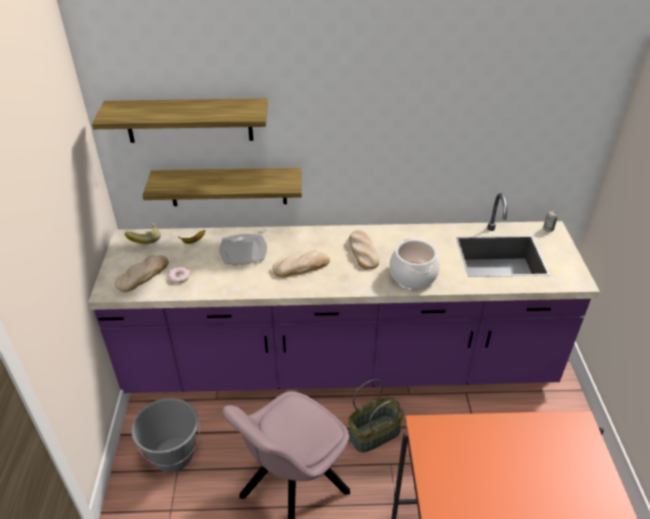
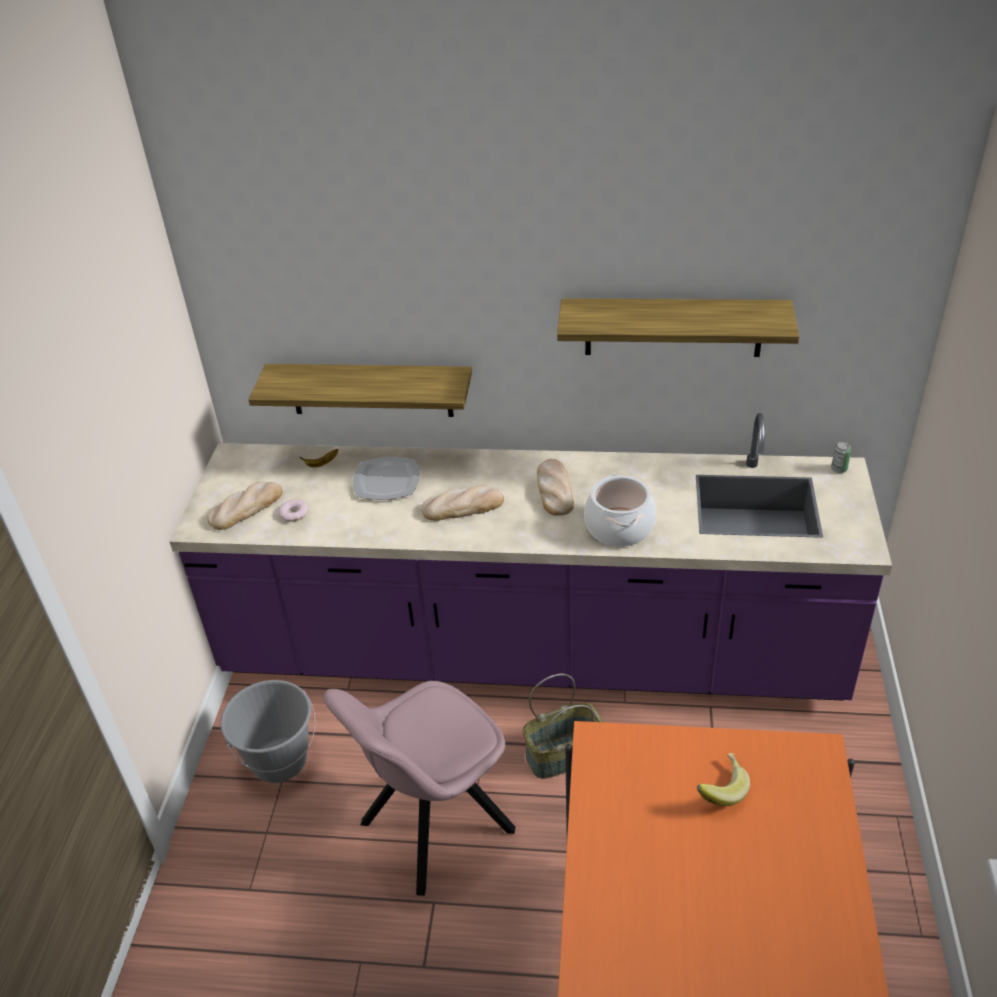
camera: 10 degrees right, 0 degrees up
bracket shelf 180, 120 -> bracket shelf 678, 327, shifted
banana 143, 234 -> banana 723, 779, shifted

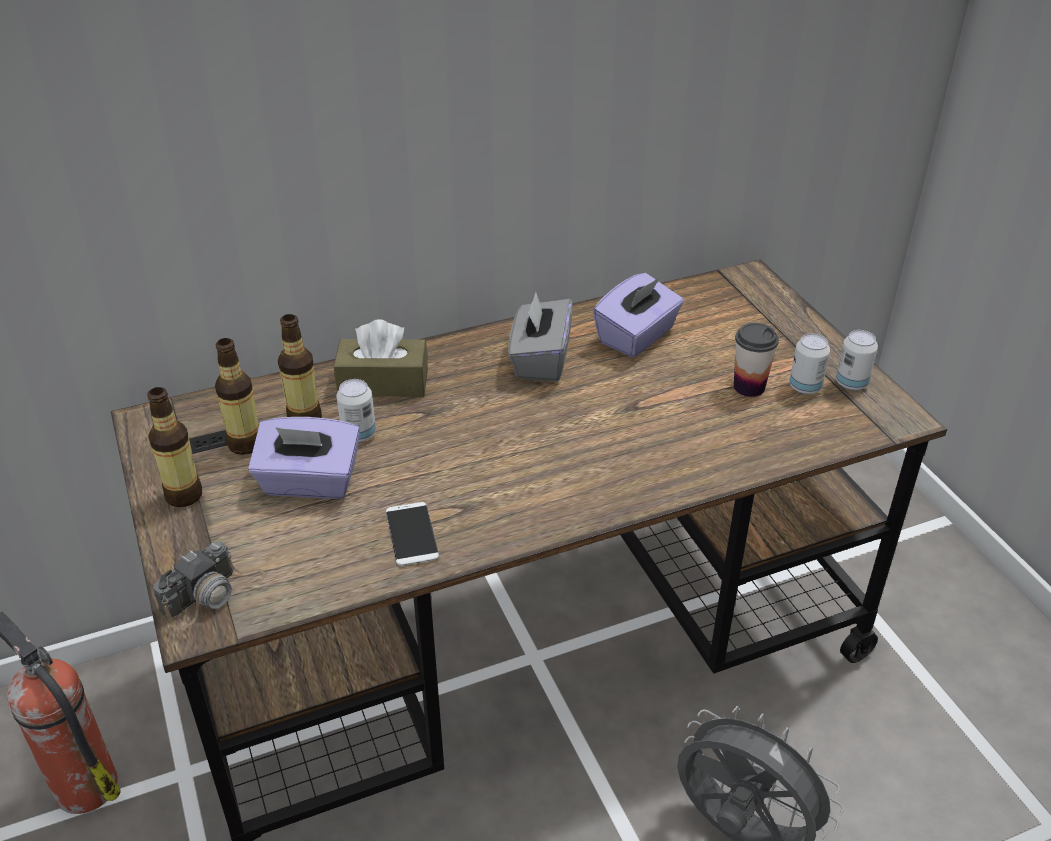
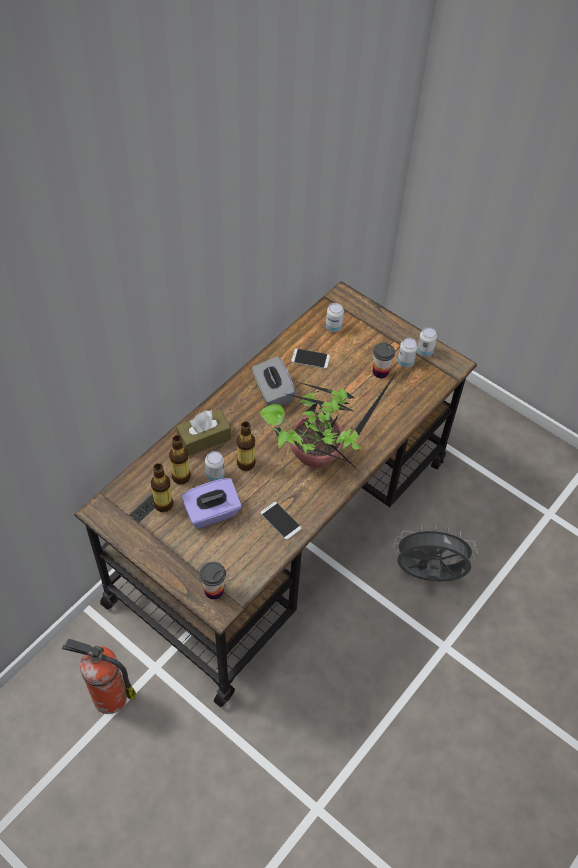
camera: 30 degrees left, 15 degrees up
purple-coloured tissue holder 638, 315 -> handset 310, 358
drink bottle 174, 447 -> drink bottle 246, 446, shifted
photo camera 209, 585 -> cup 213, 581
none -> metal can 335, 317
none -> plant in a pot 329, 419

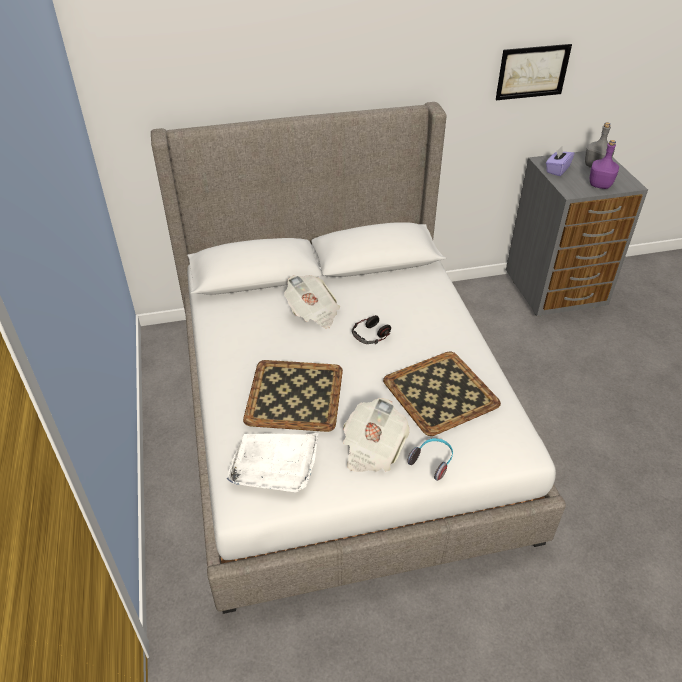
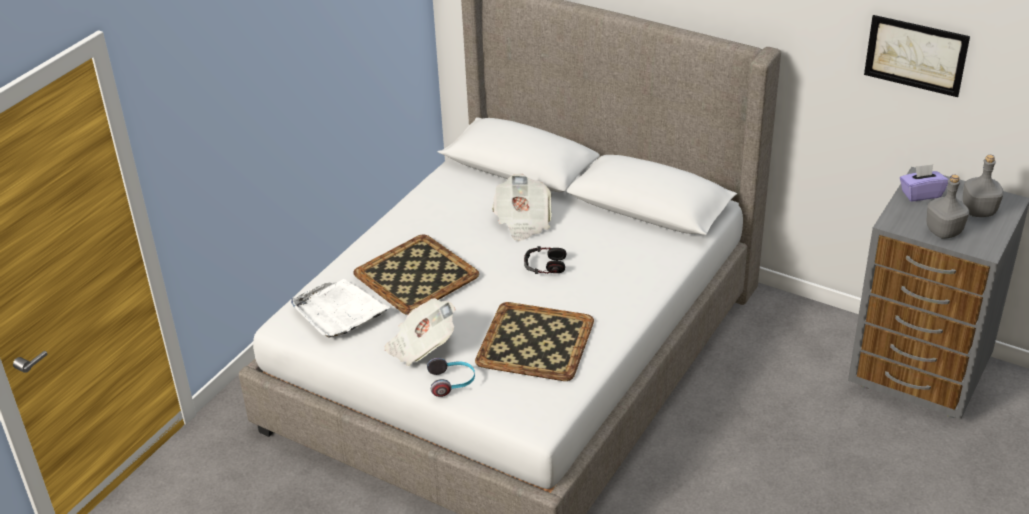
camera: 45 degrees right, 5 degrees down
purple-coloured drink bottle 604, 164 -> greyish drink bottle 948, 207

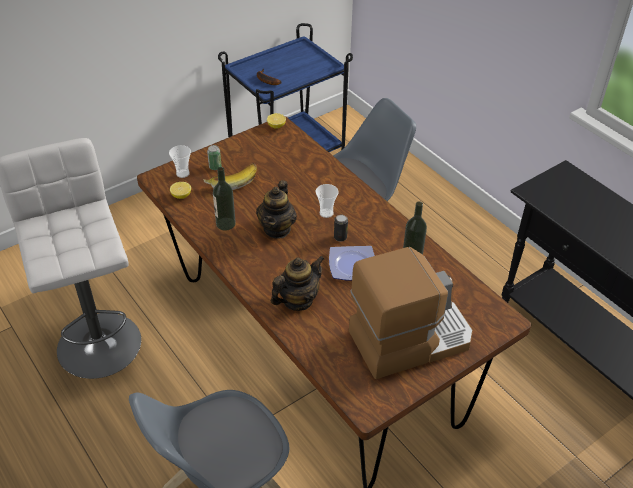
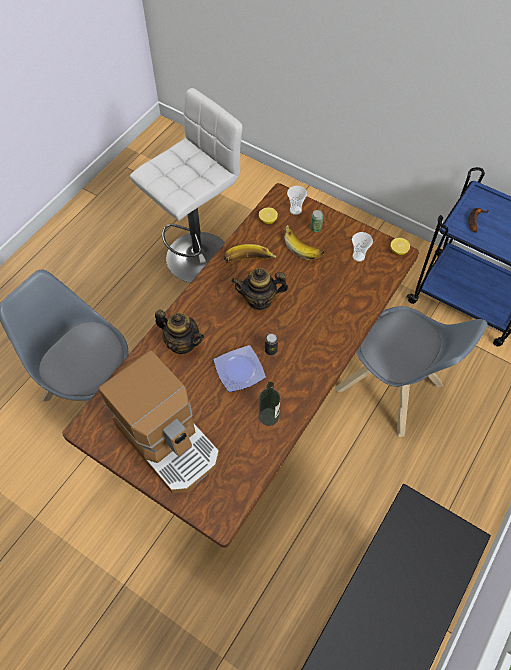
camera: 70 degrees right, 15 degrees up
drink bottle 224, 199 -> banana 250, 253
cup 327, 201 -> cup 362, 247, shifted

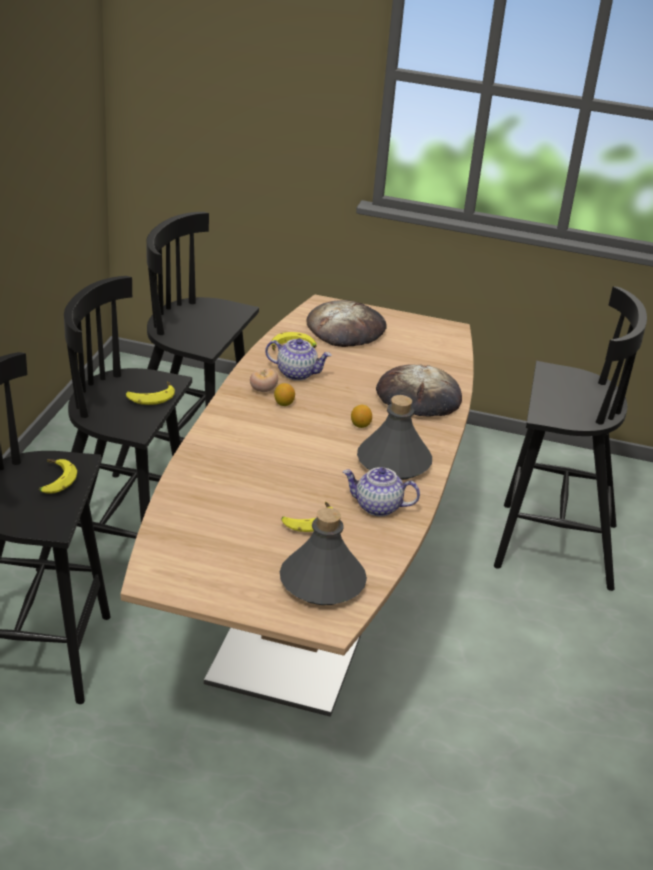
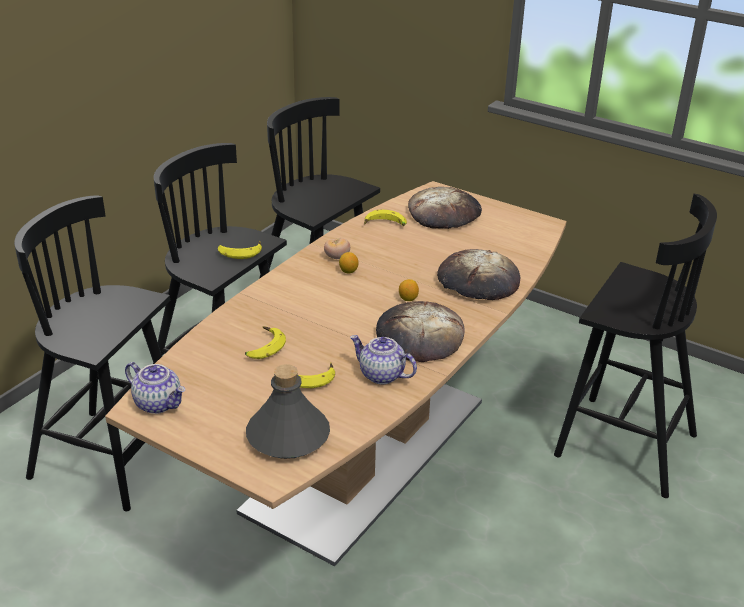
camera: 20 degrees right, 0 degrees up
tea pot 298, 359 -> tea pot 155, 388, shifted
greyish drink bottle 394, 437 -> bread 420, 331
banana 58, 476 -> banana 265, 342, shifted

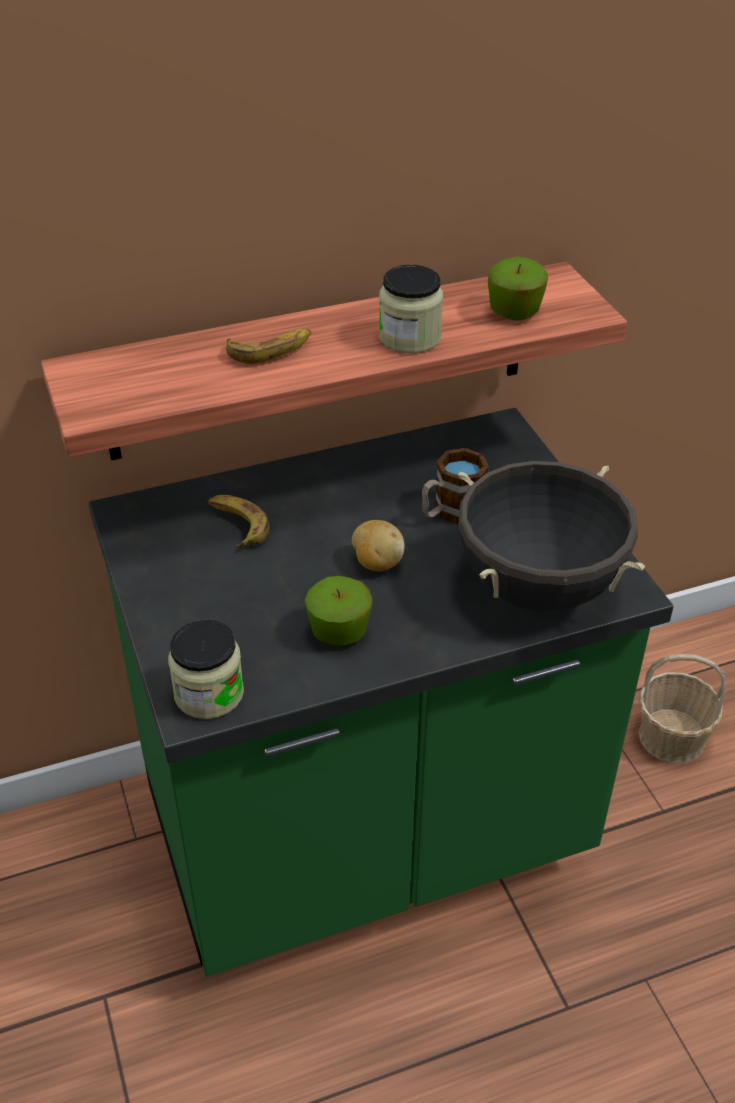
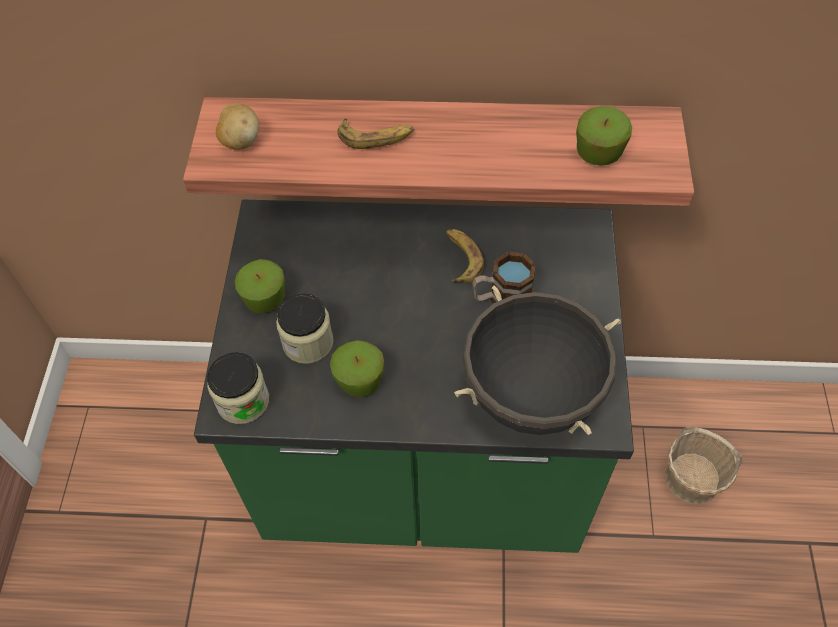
camera: 25 degrees right, 15 degrees up
storage jar 411, 309 -> storage jar 305, 328, shifted
banana 238, 521 -> banana 465, 256, shifted
spud 378, 545 -> spud 237, 126, shifted
none -> whole apple 260, 286

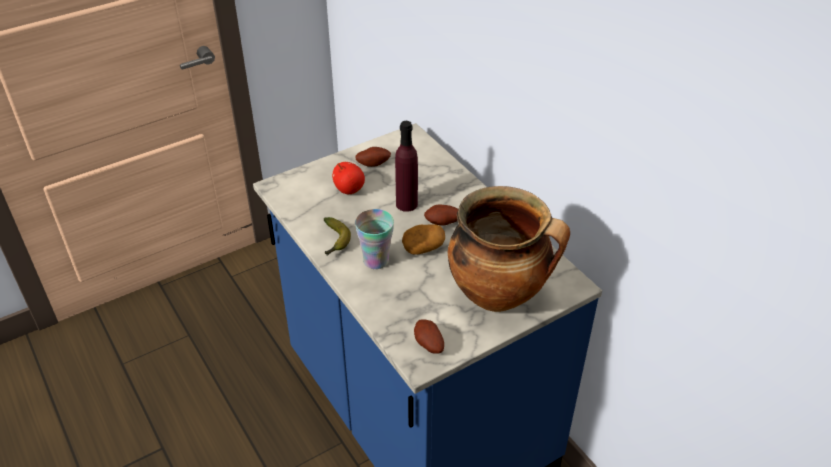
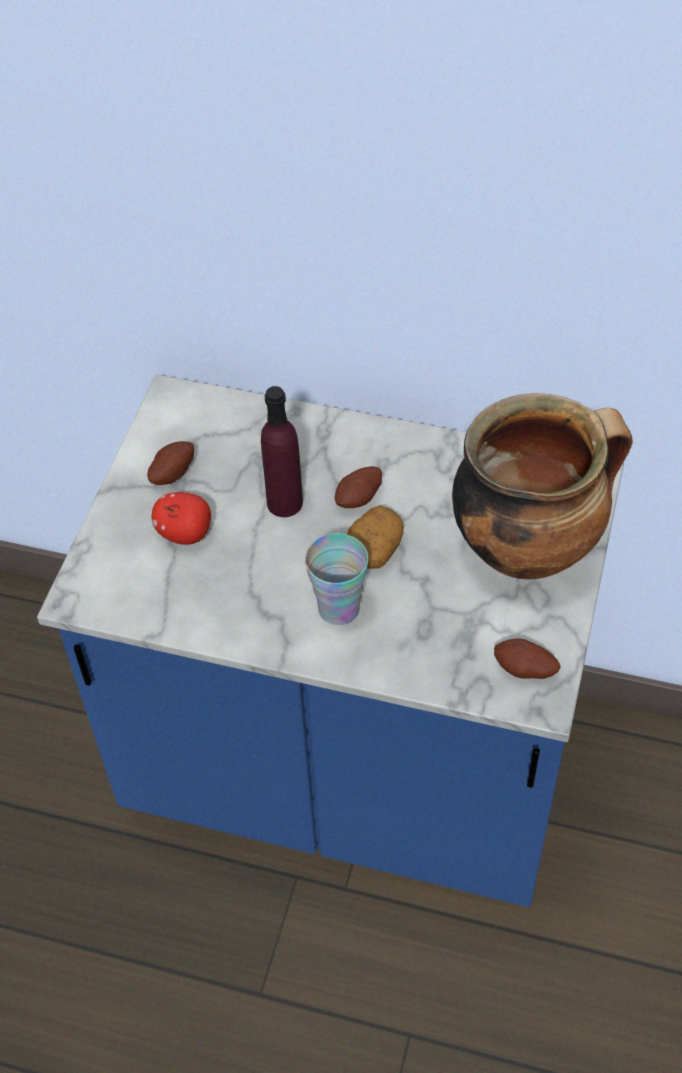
camera: 40 degrees left, 10 degrees up
banana 337, 236 -> none

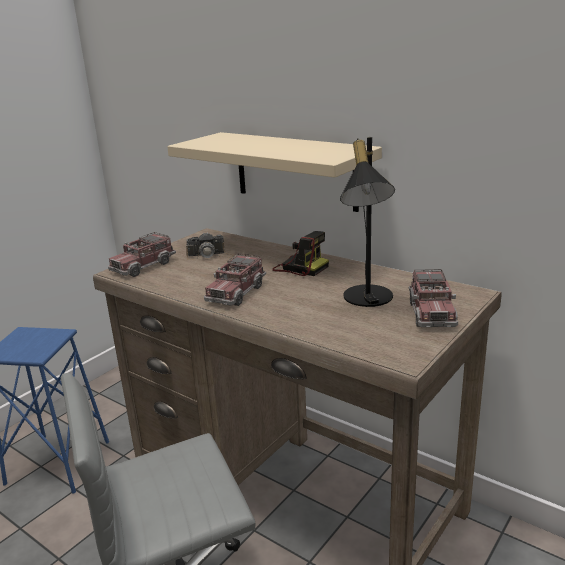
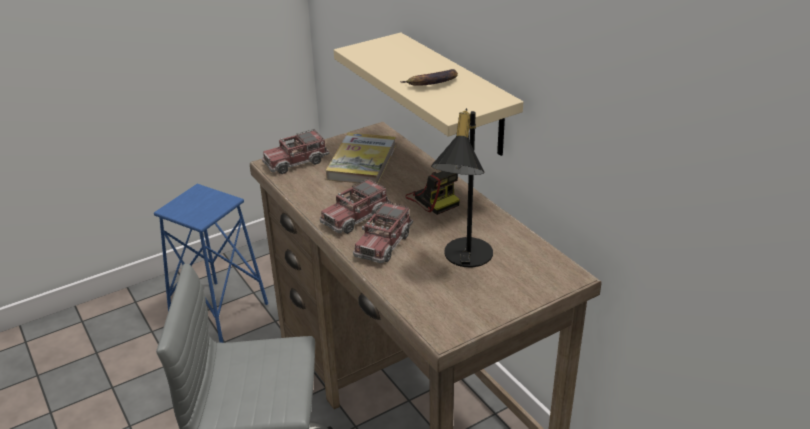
camera: 20 degrees right, 10 degrees up
photo camera 210, 246 -> volume 361, 158
model truck 433, 298 -> model truck 383, 232, shifted
none -> banana 429, 77

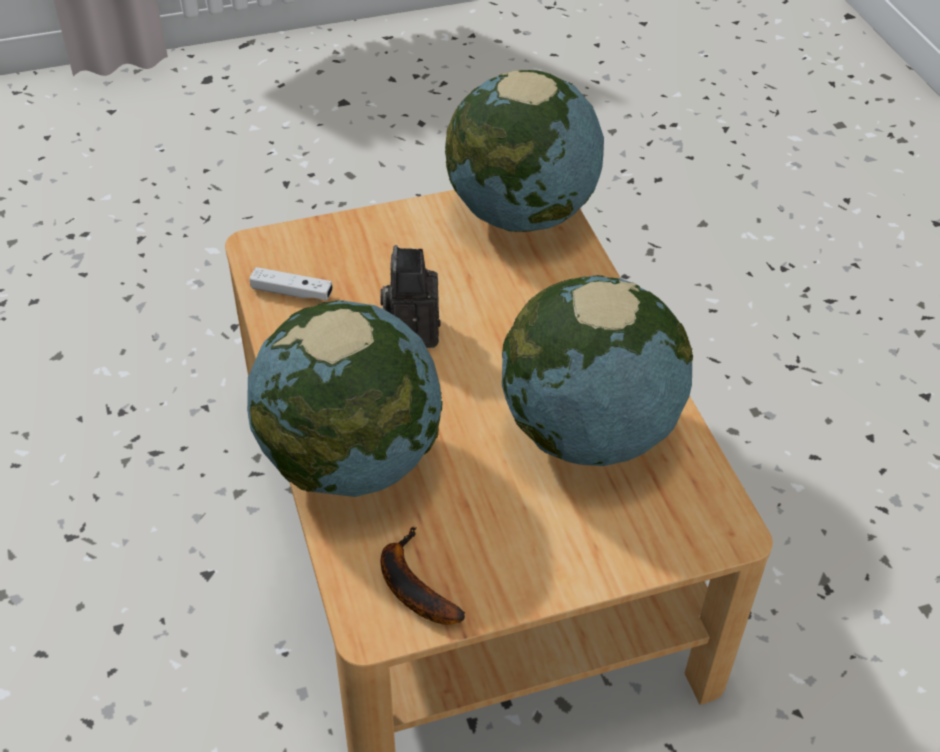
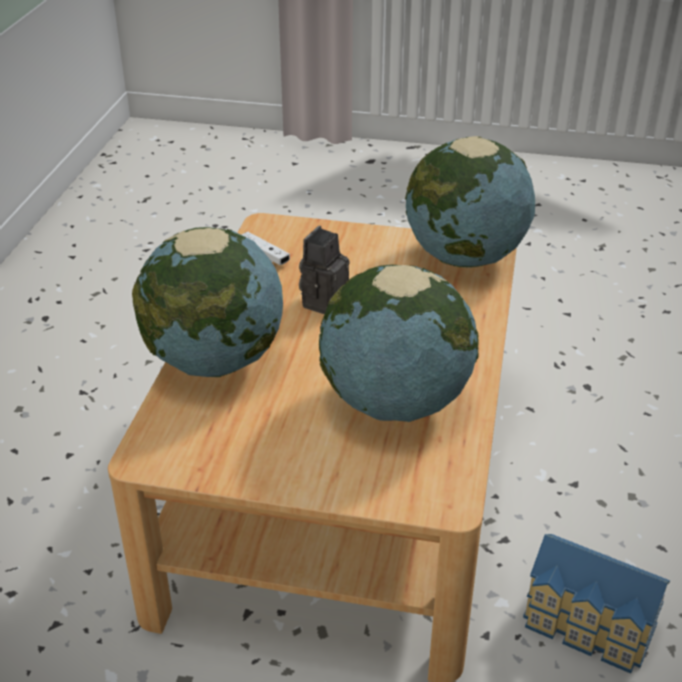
camera: 30 degrees right, 10 degrees down
banana 423, 575 -> none
none -> miniature house 596, 604

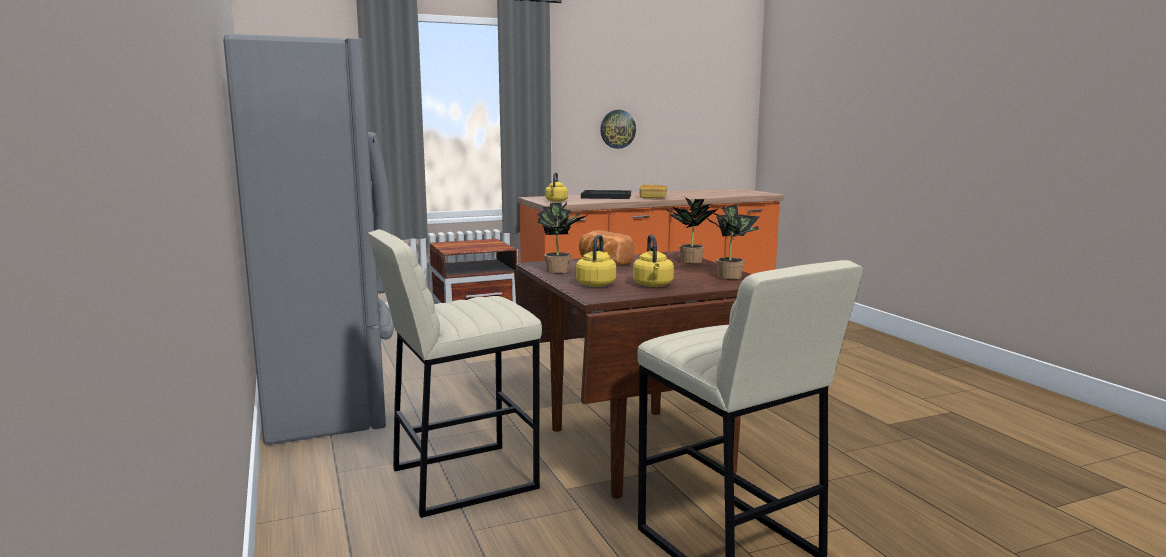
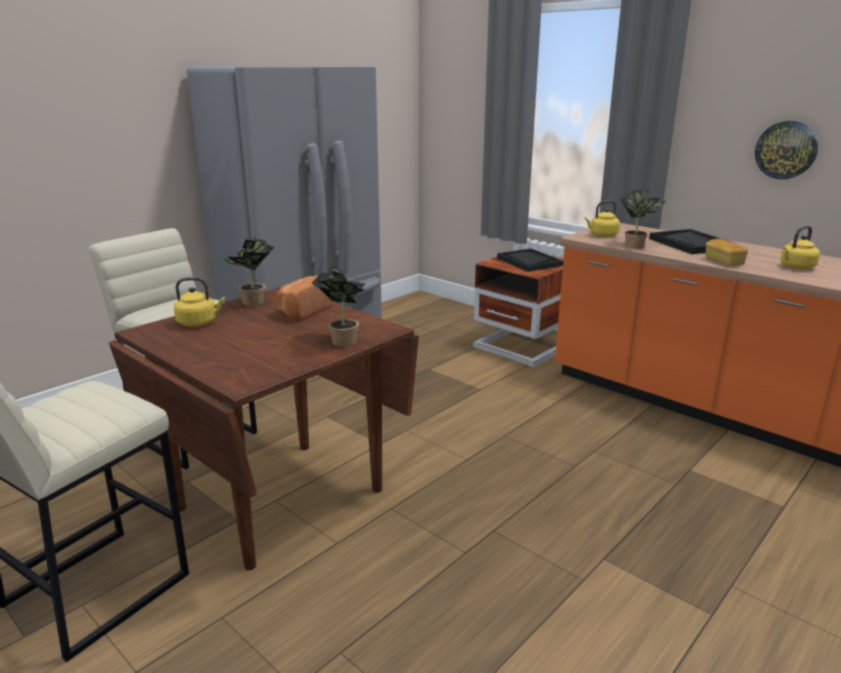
camera: 65 degrees right, 10 degrees up
plant in a pot 733, 241 -> plant in a pot 642, 219, shifted
yellowish water kettle 653, 260 -> yellowish water kettle 800, 247, shifted
none -> black-coloured serving tray 530, 260

